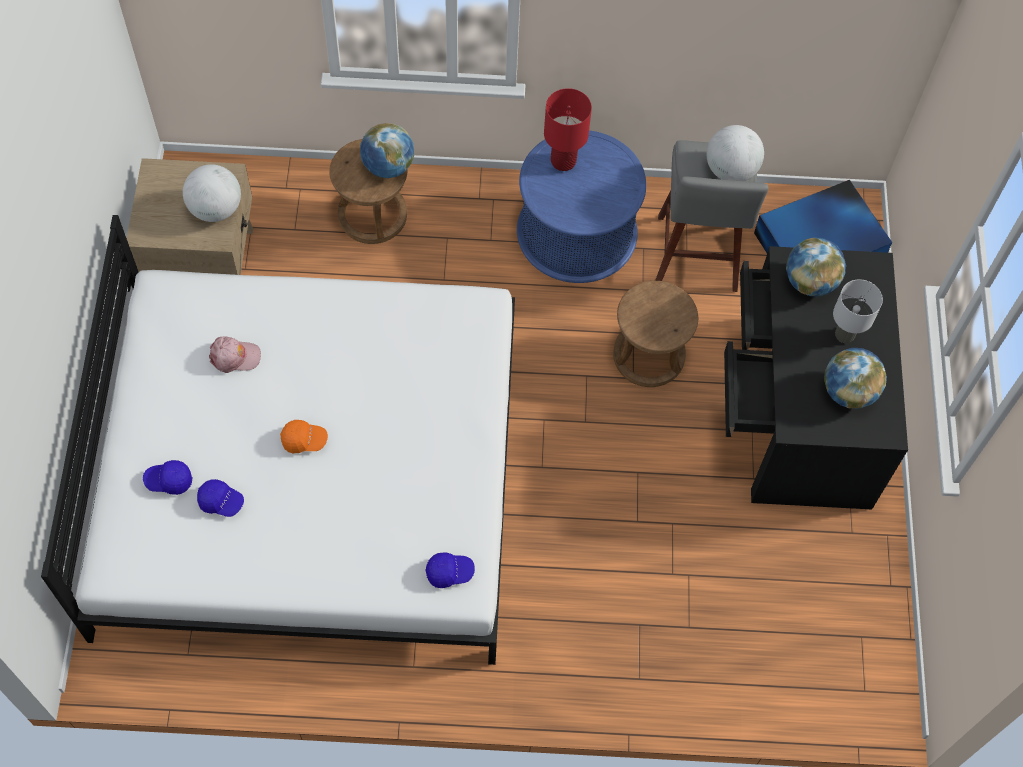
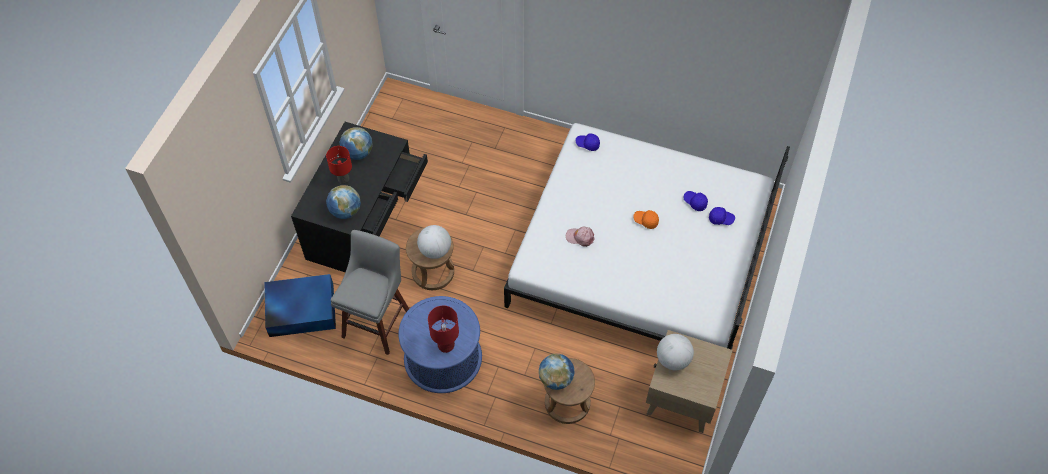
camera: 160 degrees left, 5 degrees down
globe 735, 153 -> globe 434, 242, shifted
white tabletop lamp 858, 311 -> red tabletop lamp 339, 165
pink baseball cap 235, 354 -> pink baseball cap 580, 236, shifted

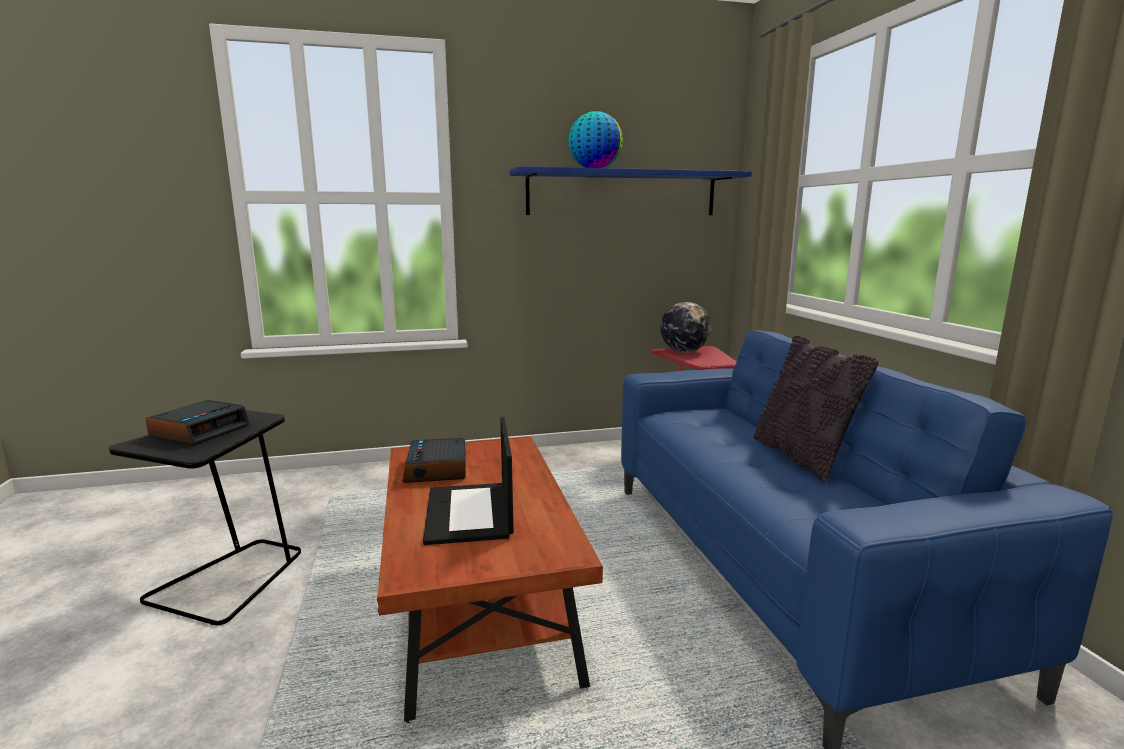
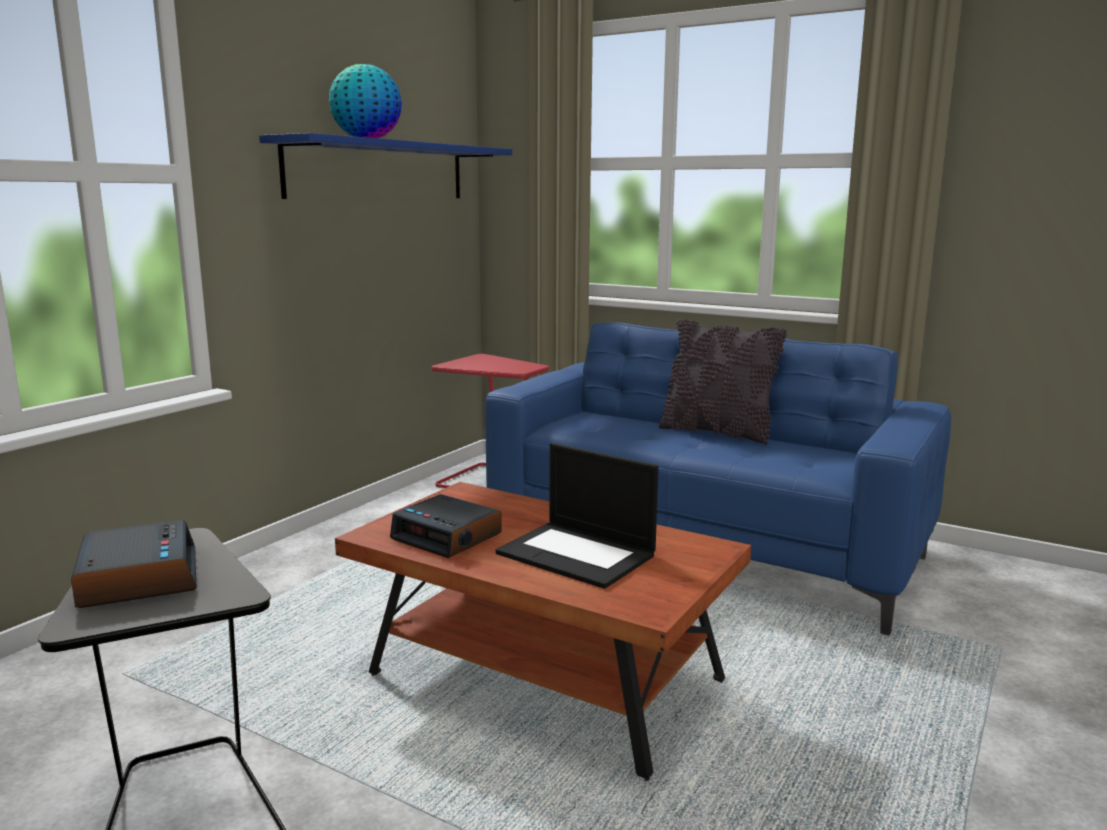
camera: 45 degrees left, 0 degrees up
globe 685, 327 -> none

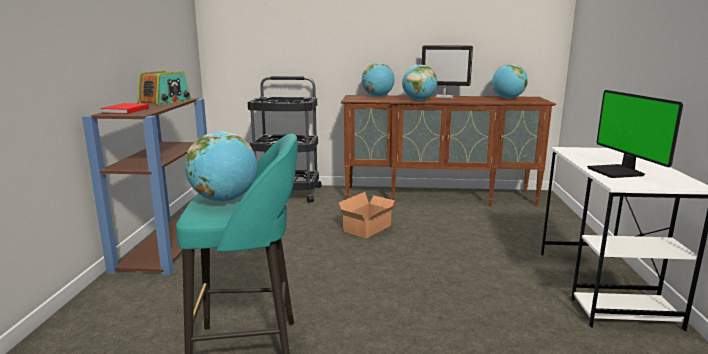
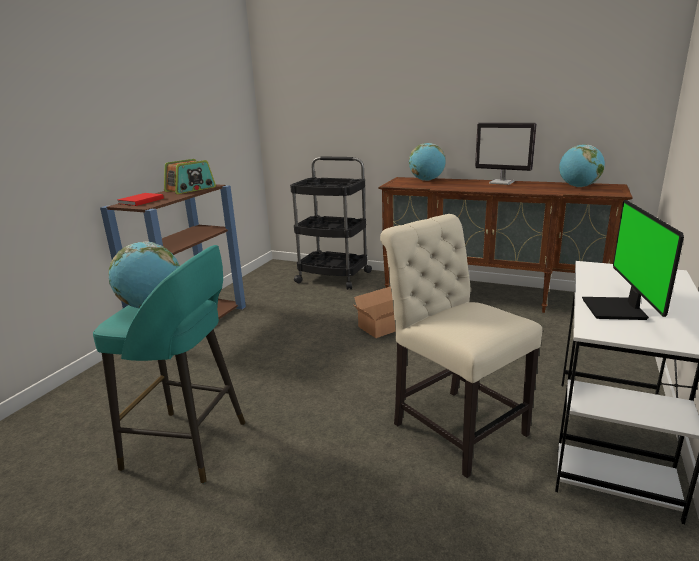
camera: 20 degrees right, 5 degrees up
globe 419, 82 -> none
none -> sand-coloured chair 461, 346

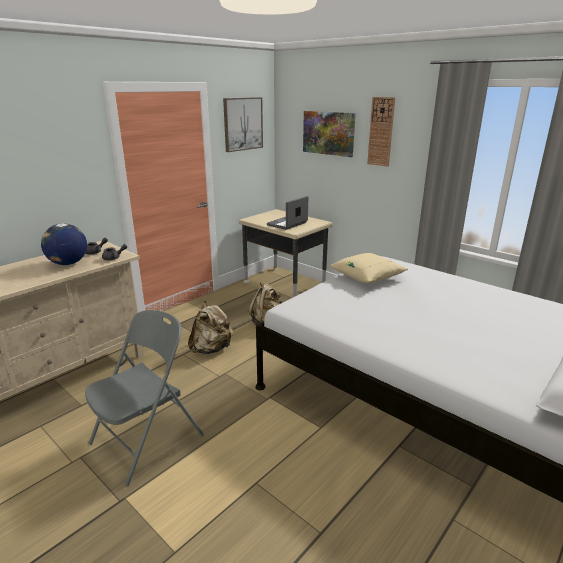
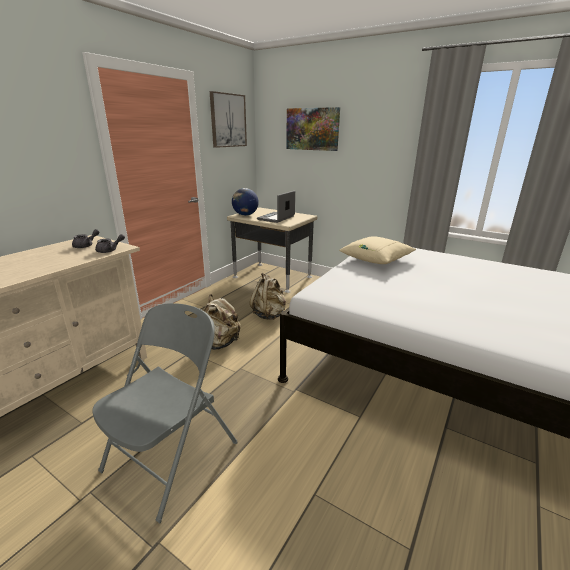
camera: 10 degrees left, 0 degrees up
hanging clock 381, 132 -> none
globe 64, 244 -> globe 245, 202, shifted

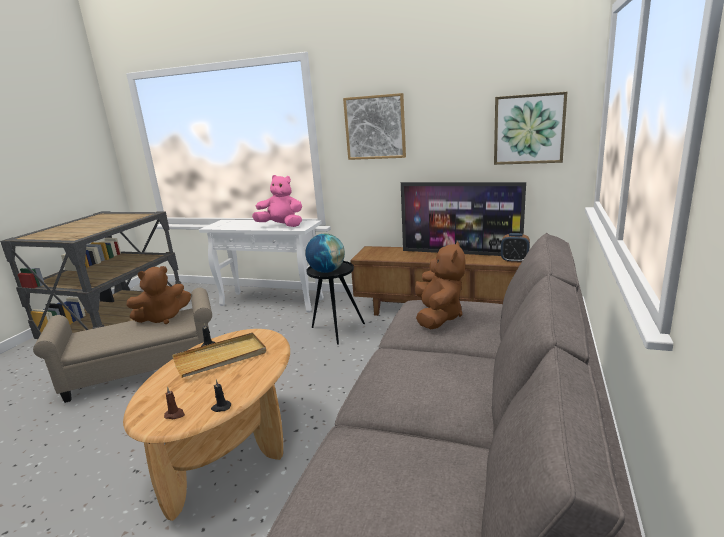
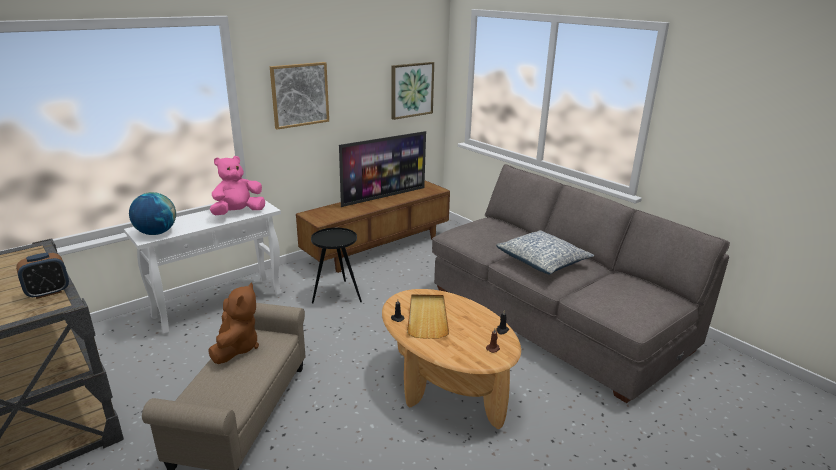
camera: 60 degrees left, 5 degrees up
table clock 515, 248 -> table clock 42, 275, shifted
globe 325, 253 -> globe 152, 213, shifted
brown-coloured soft toy 440, 285 -> none
none -> pillow 545, 252

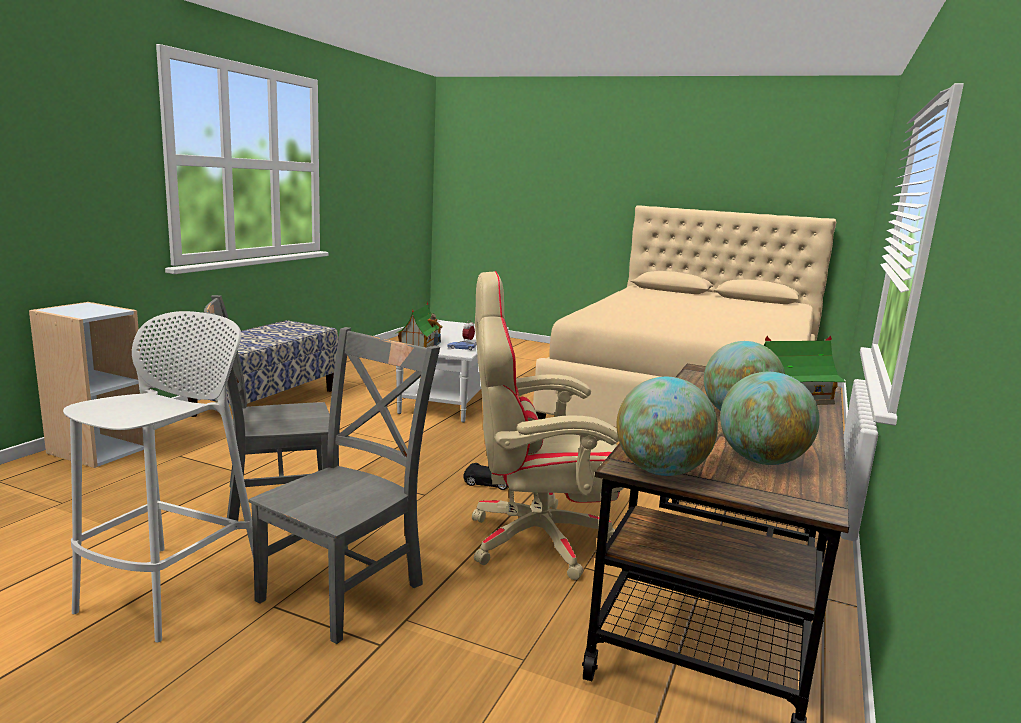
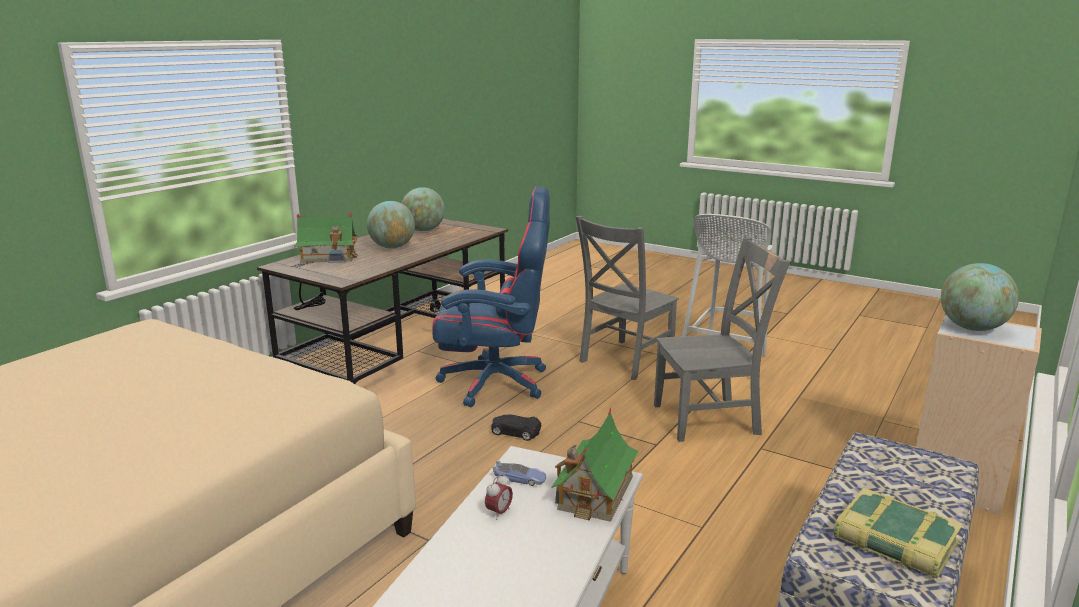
camera: 170 degrees left, 5 degrees up
sand-coloured office chair 547, 425 -> blue office chair 491, 296
globe 667, 426 -> globe 980, 297, shifted
none -> volume 898, 533

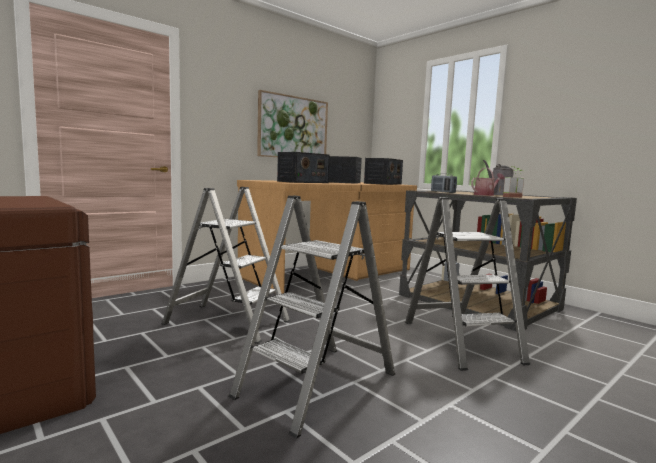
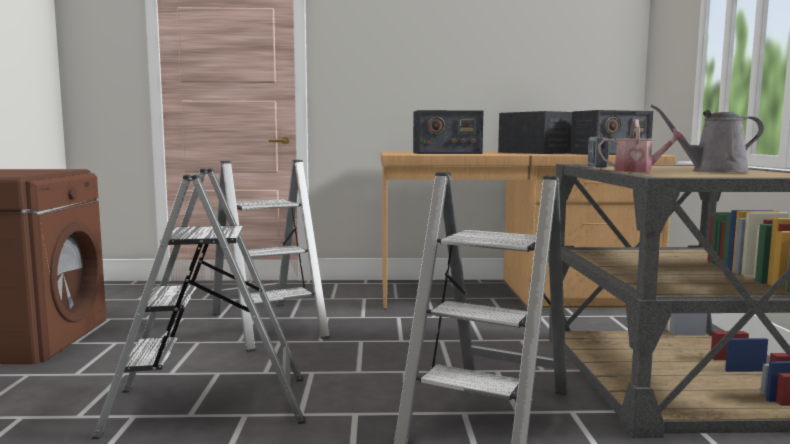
camera: 40 degrees right, 0 degrees up
wall art 292, 123 -> none
plant in a pot 513, 182 -> none

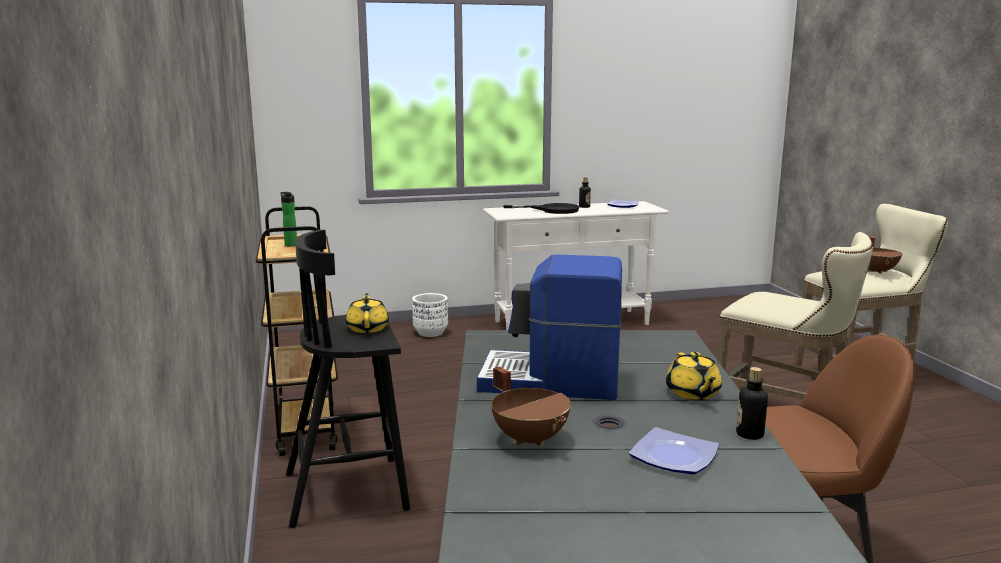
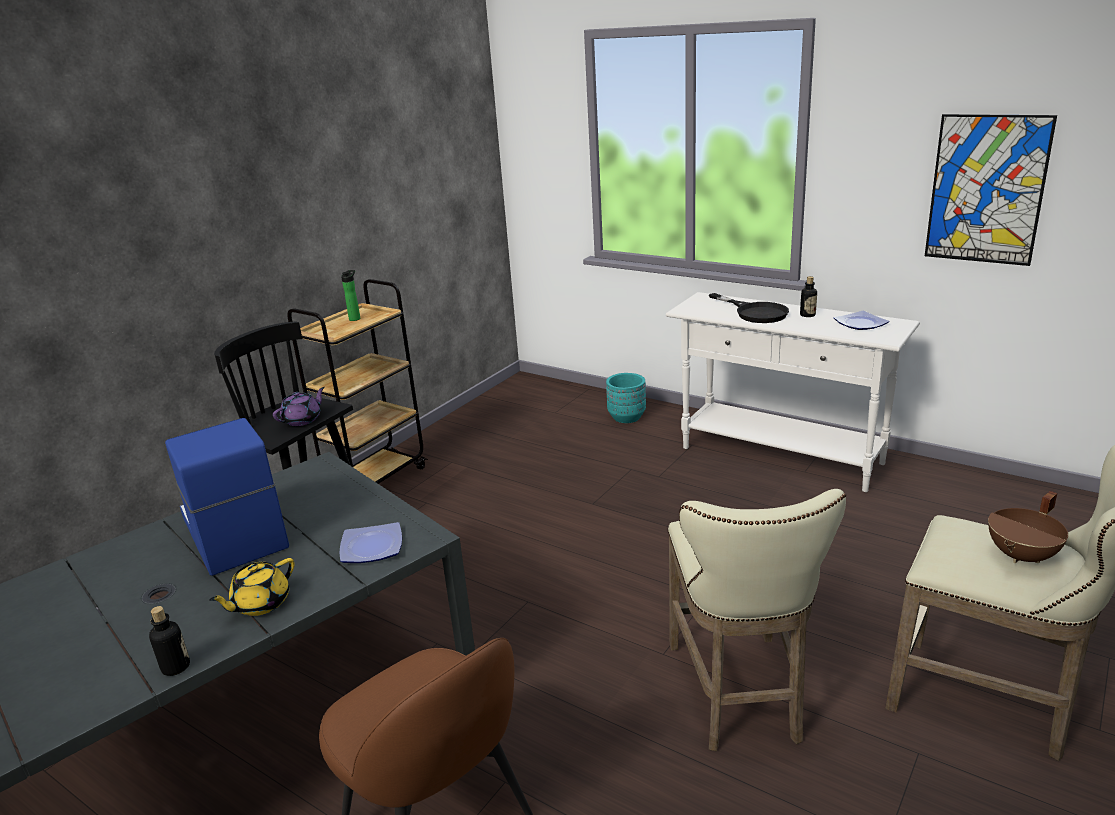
camera: 50 degrees right, 10 degrees up
yellowish tea pot 367, 313 -> purple-coloured tea pot 299, 406
white planter 430, 315 -> blue-green planter 626, 398
brown-coloured cooking pot 531, 406 -> none
flat dish 674, 450 -> flat dish 371, 542, shifted
none -> wall art 991, 190

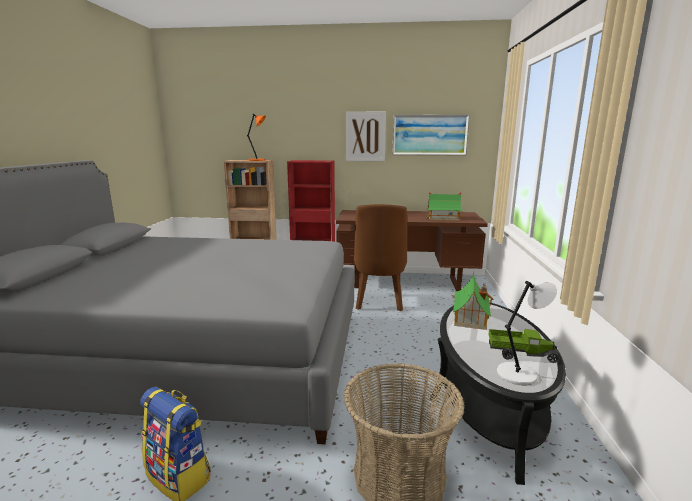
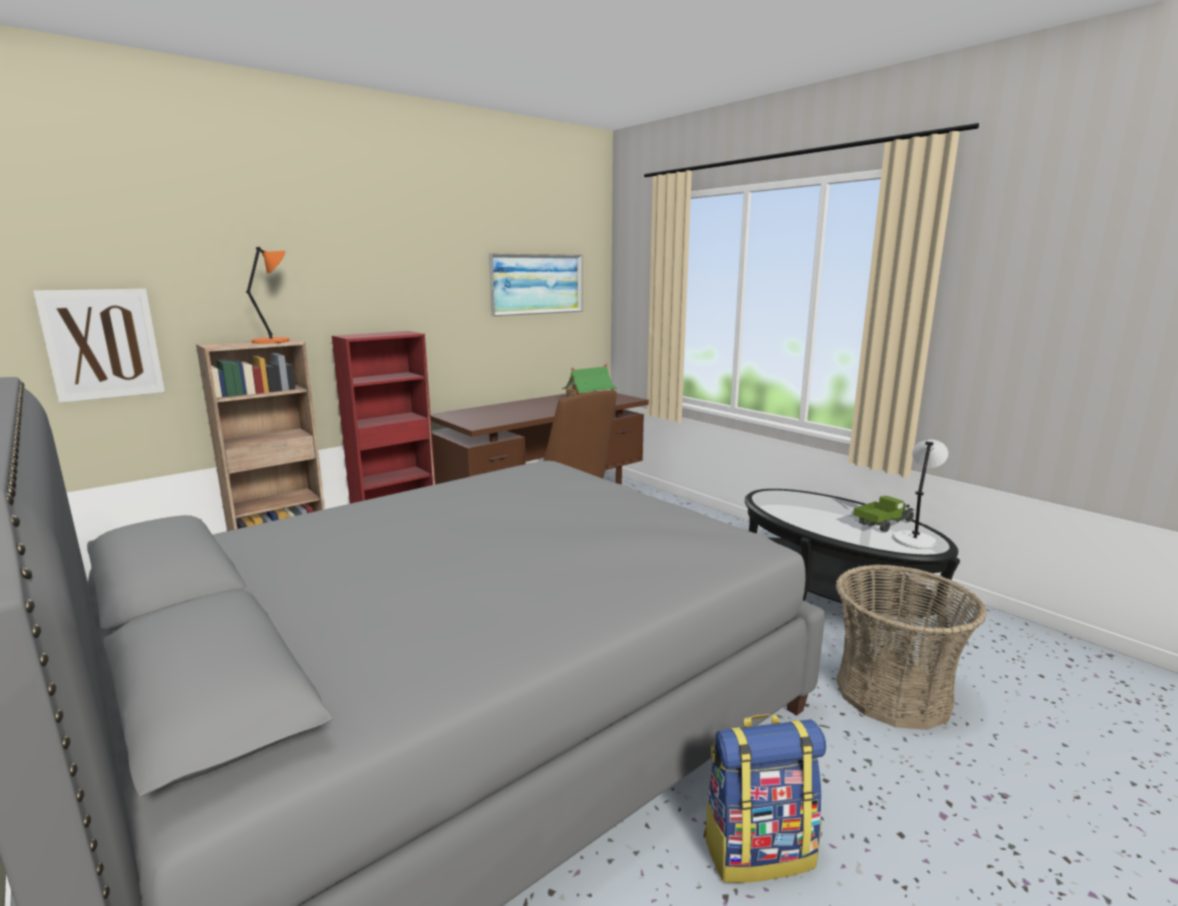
camera: 45 degrees left, 0 degrees up
wall art 366, 136 -> wall art 99, 346, shifted
miniature house 473, 301 -> none

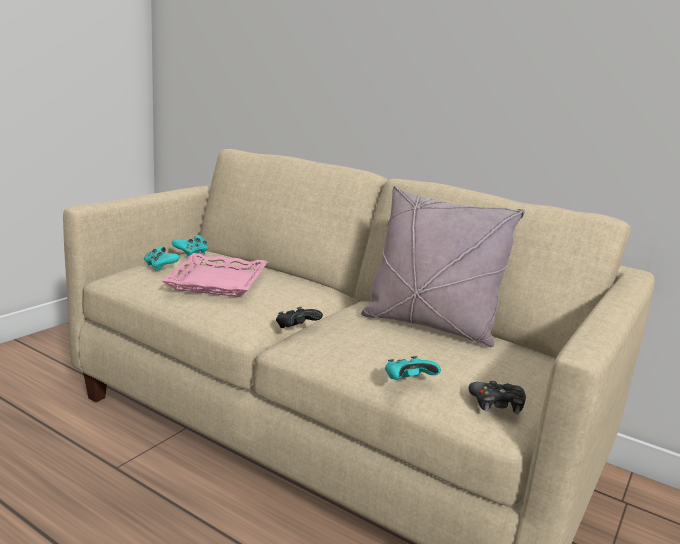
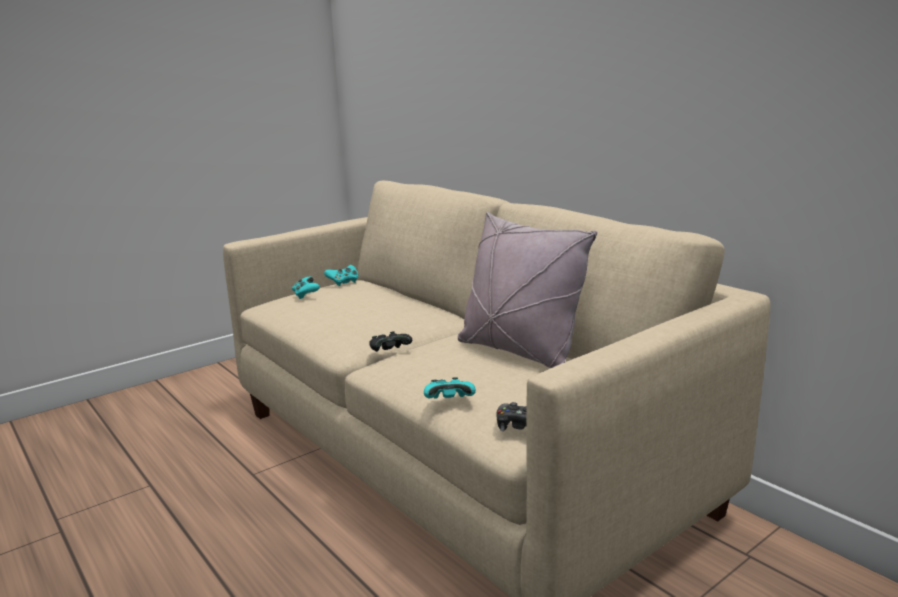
camera: 20 degrees right, 0 degrees up
pink serving tray 214, 275 -> none

